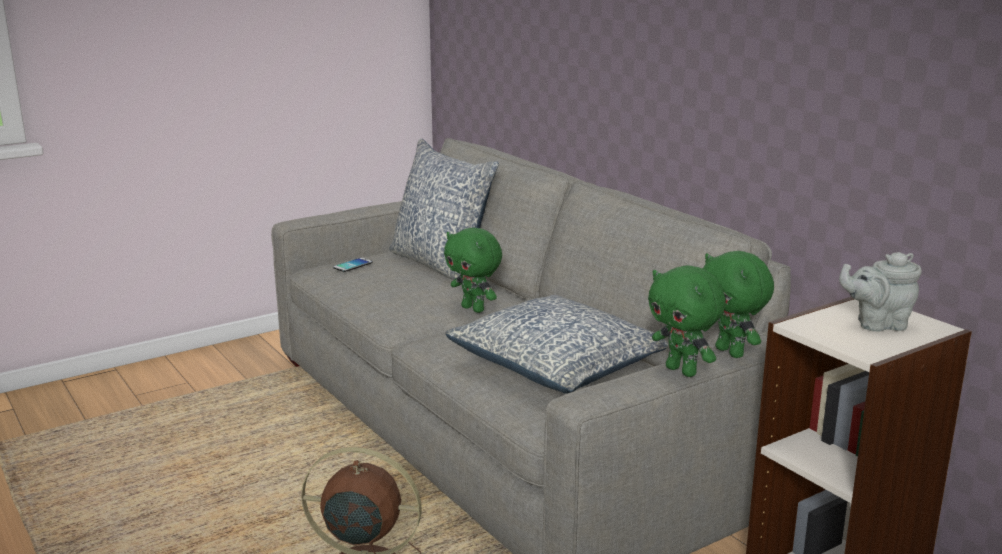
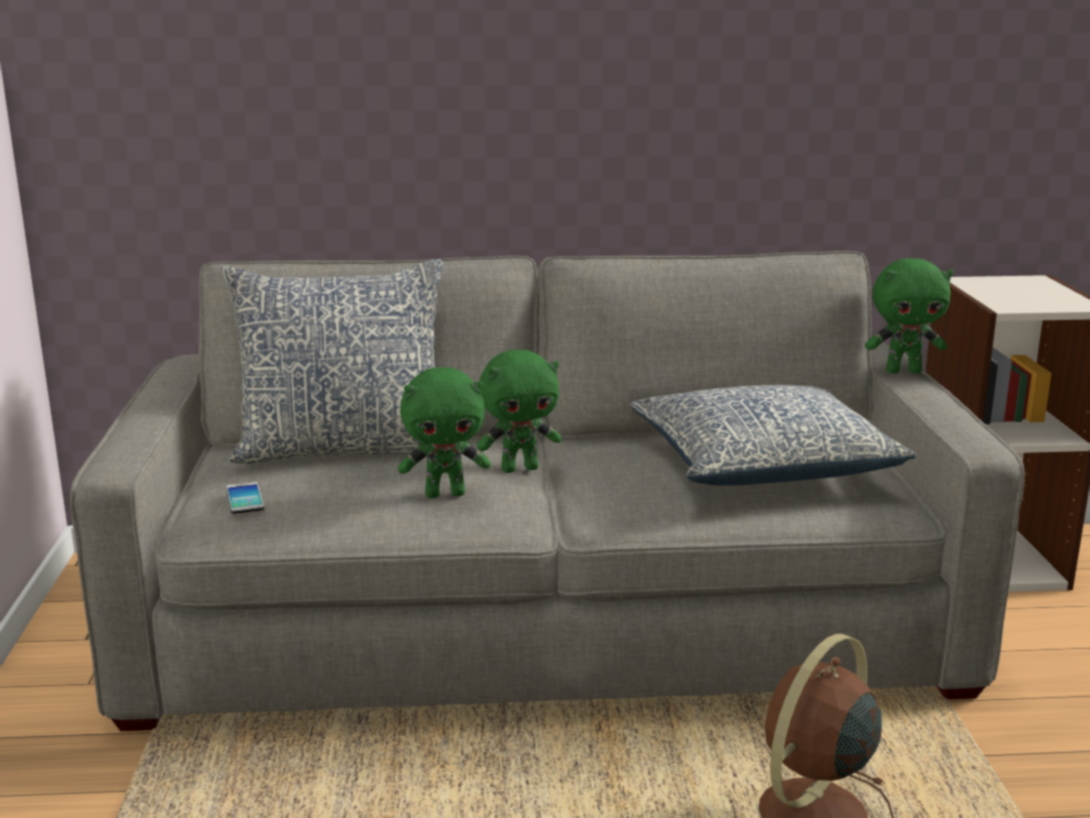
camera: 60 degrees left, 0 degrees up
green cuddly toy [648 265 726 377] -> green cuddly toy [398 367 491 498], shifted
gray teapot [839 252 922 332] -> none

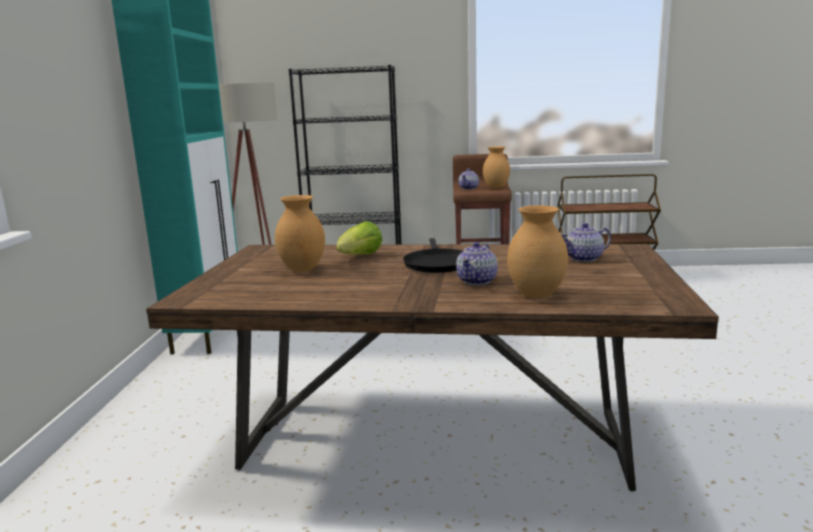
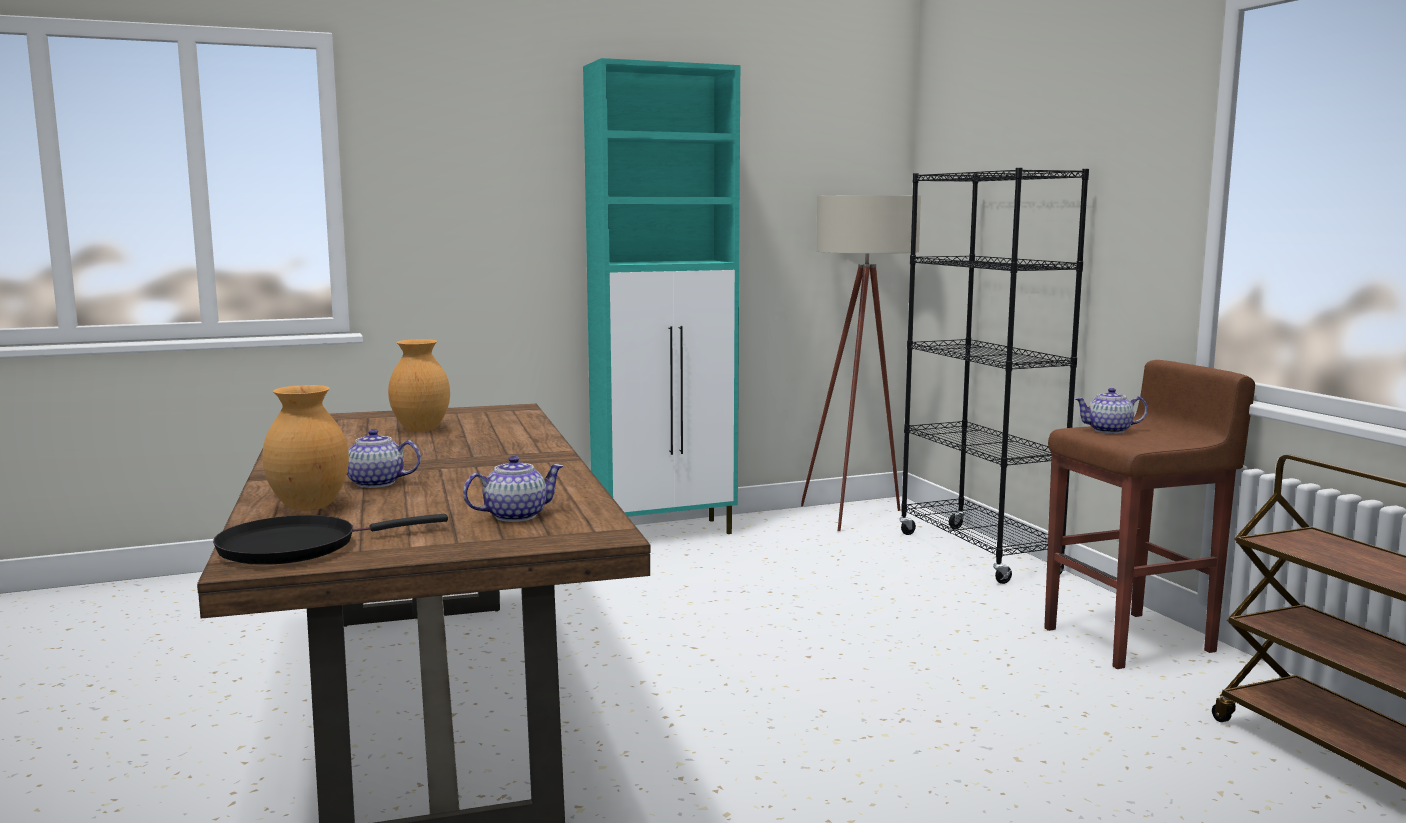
camera: 65 degrees right, 5 degrees down
head of lettuce [336 221 382 255] -> none
black frying pan [403 238 463 273] -> black frying pan [213 514 448 565], shifted
brown-coloured flower vase [483 146 510 189] -> none
teapot [561 223 611 262] -> teapot [463 456 563 522], 105 degrees clockwise

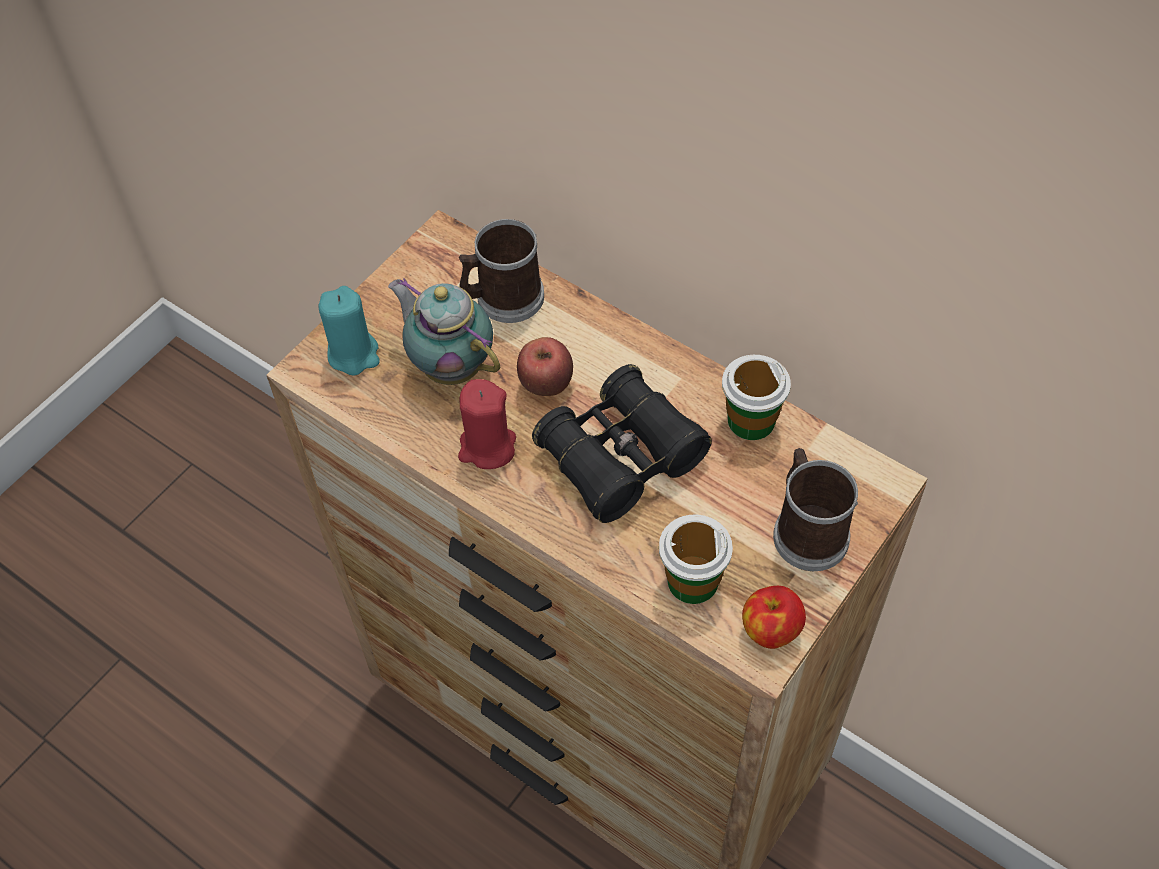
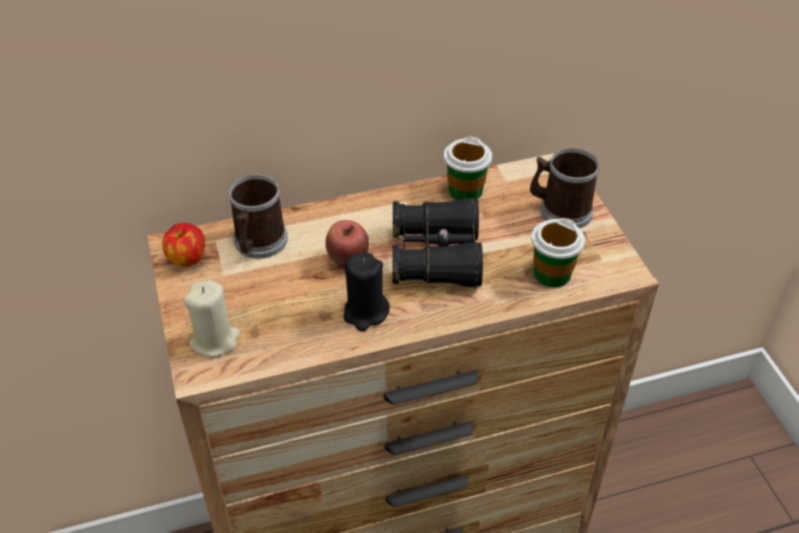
camera: 55 degrees left, 10 degrees down
blue-green candle [318 286 380 376] -> beige candle [184 280 240 357]
teapot [388 278 500 385] -> none
red-coloured candle [458 379 516 469] -> black candle [344 253 390 331]
whole apple [742 586 806 649] -> whole apple [162 223 205 267], shifted

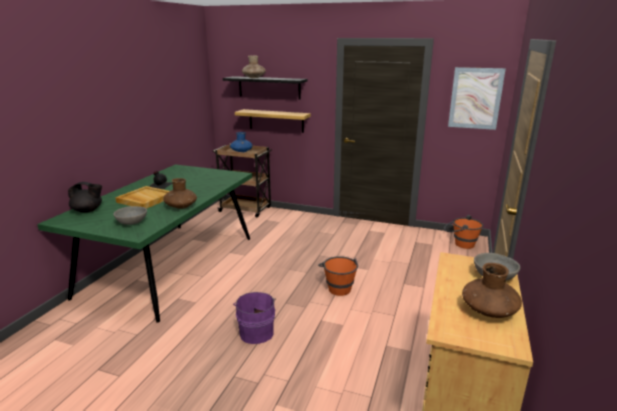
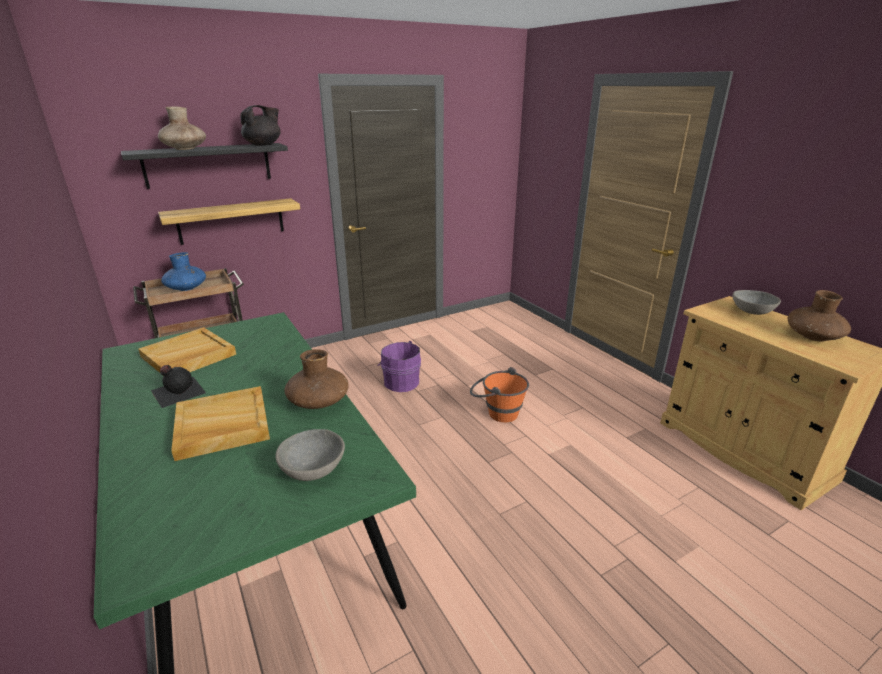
camera: 50 degrees left, 5 degrees up
black teapot [68 182 102 213] -> black teapot [240 105 281 146], shifted
purplish pail [233 292 276 344] -> purplish pail [377 341 421 392], shifted
orange-coloured pail [444 215 484 249] -> none
picture [448 67 506 130] -> none
none -> beige carrying tray [138 327 236 376]

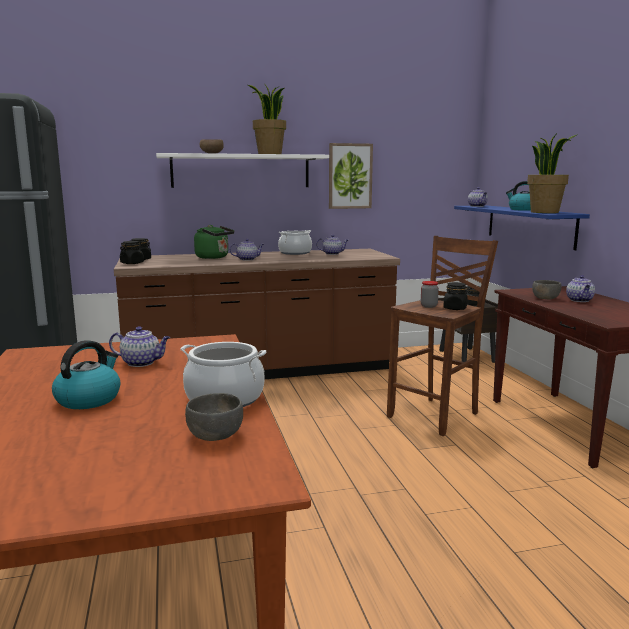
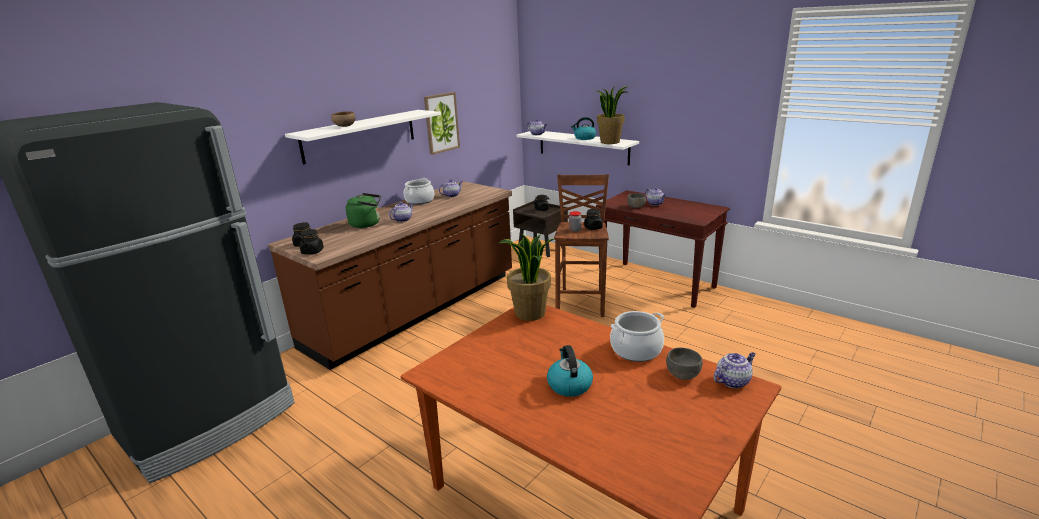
camera: 35 degrees left, 10 degrees up
teapot [109 326 170 367] -> teapot [714 352 756 388], shifted
houseplant [248 85 286 154] -> houseplant [499 234 554 321], shifted
blue-coloured bracket shelf [454 205 590 250] -> white bracket shelf [516 131 639 166]

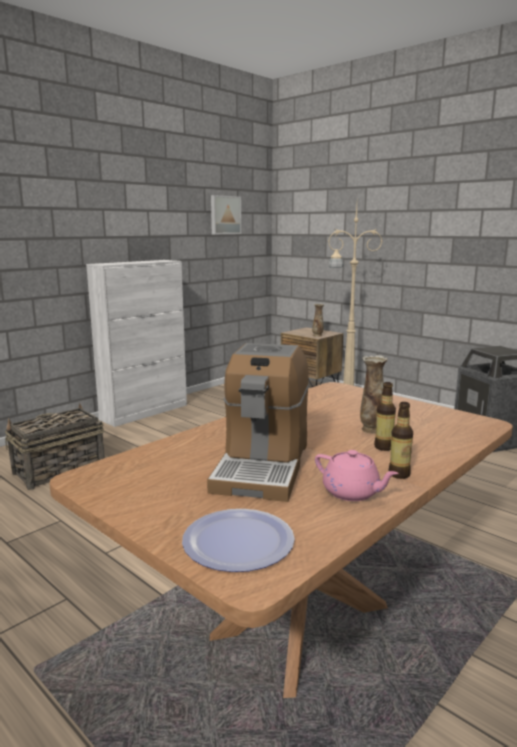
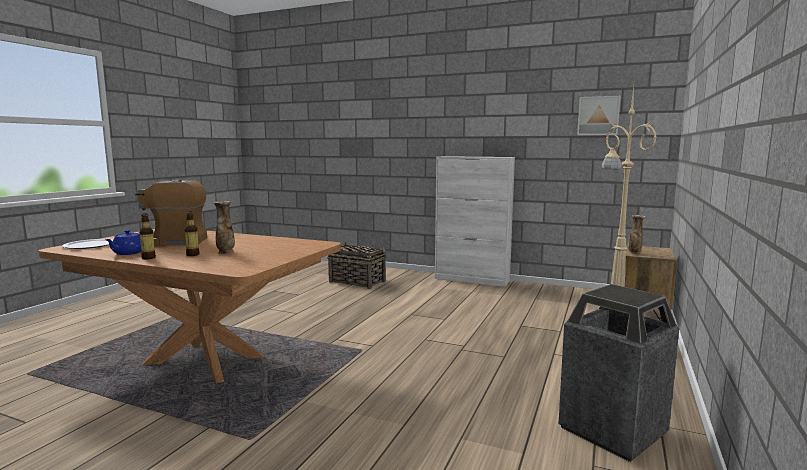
camera: 70 degrees right, 5 degrees down
pinkish teapot [315 450 399 501] -> blue-coloured teapot [105 230 142 255]

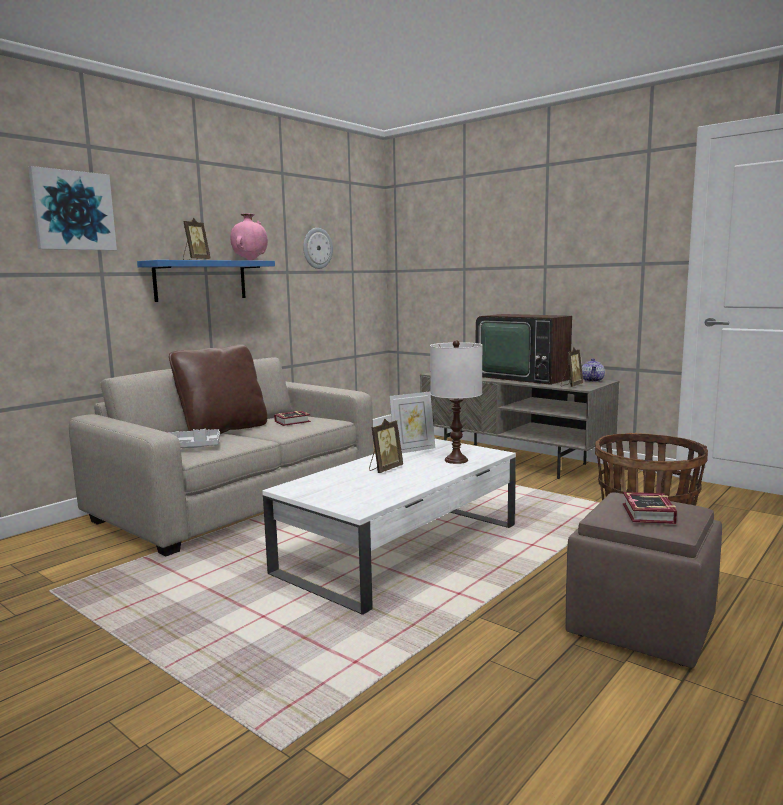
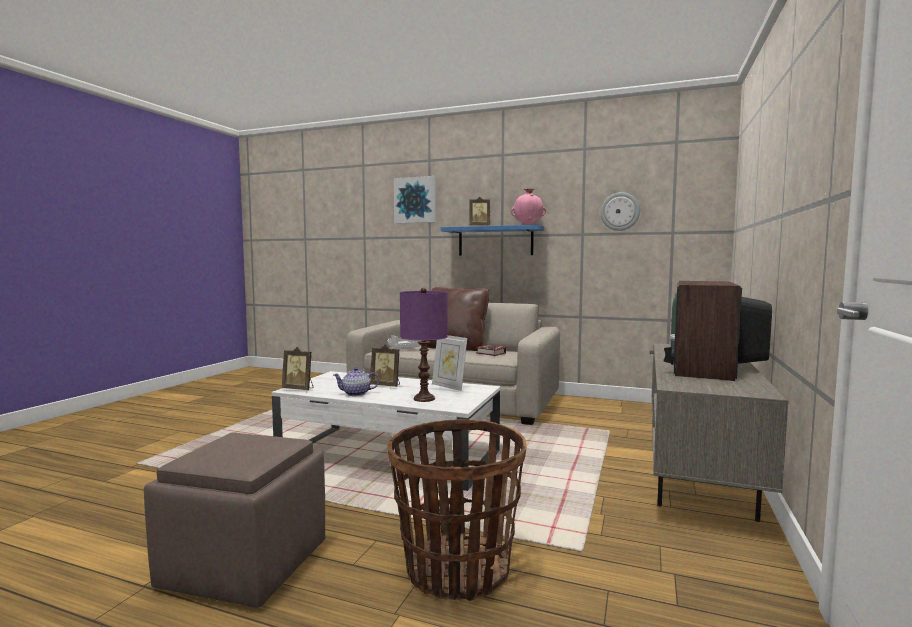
camera: 70 degrees right, 5 degrees down
white lamp for a table [430 340 482 464] -> purplish lamp for a table [400 288 448 402]
photo frame [561 347 583 387] -> photo frame [282 347 313 390], shifted
teapot [582 358 605 382] -> teapot [333 367 379 396], shifted
volume [623 492 677 524] -> none

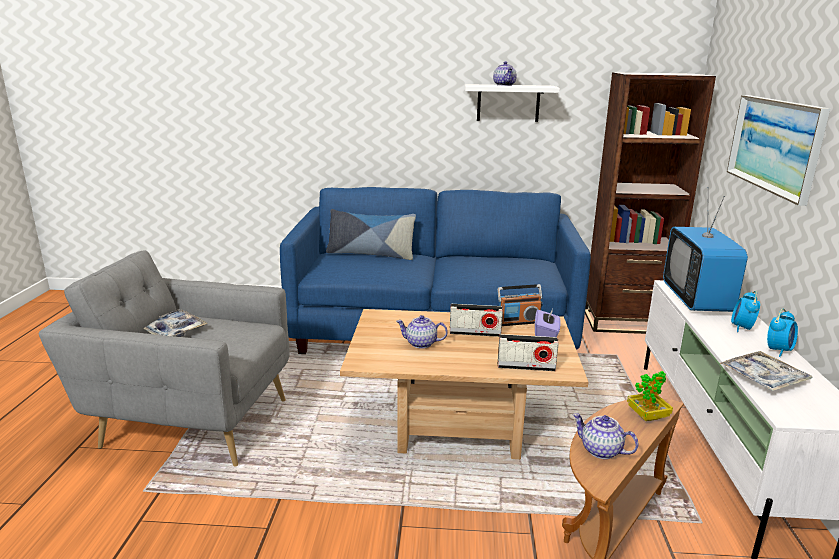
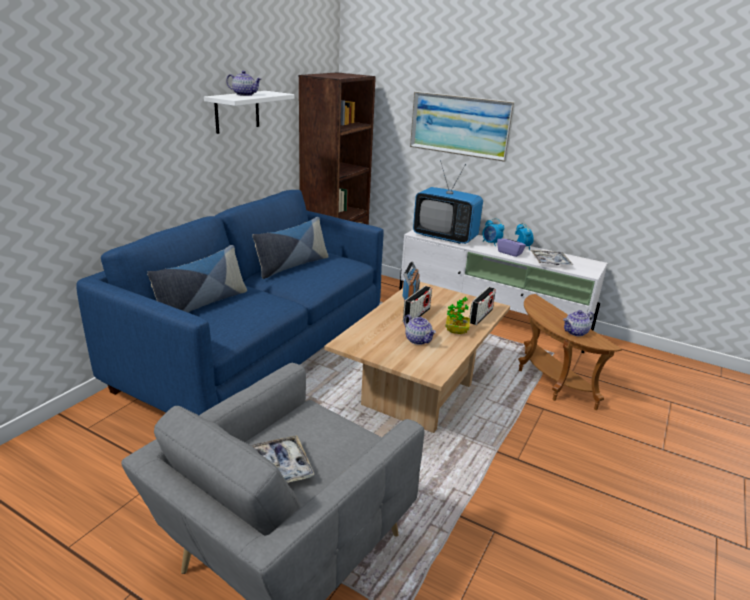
camera: 65 degrees left, 5 degrees up
teapot [396 315 448 349] -> teapot [404 314 436 345], 75 degrees counterclockwise
purplish box of tissues [535 309 561 337] -> purplish box of tissues [497 233 526 257], shifted
houseplant [627 371 673 421] -> houseplant [446 297 470 334], shifted
none -> throw pillow [252 217 329 279]

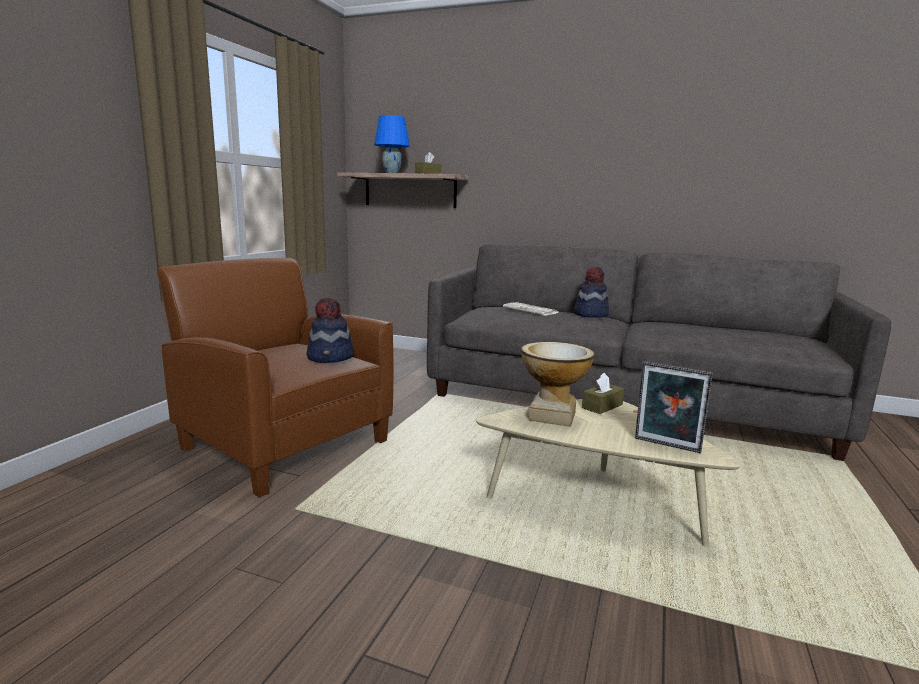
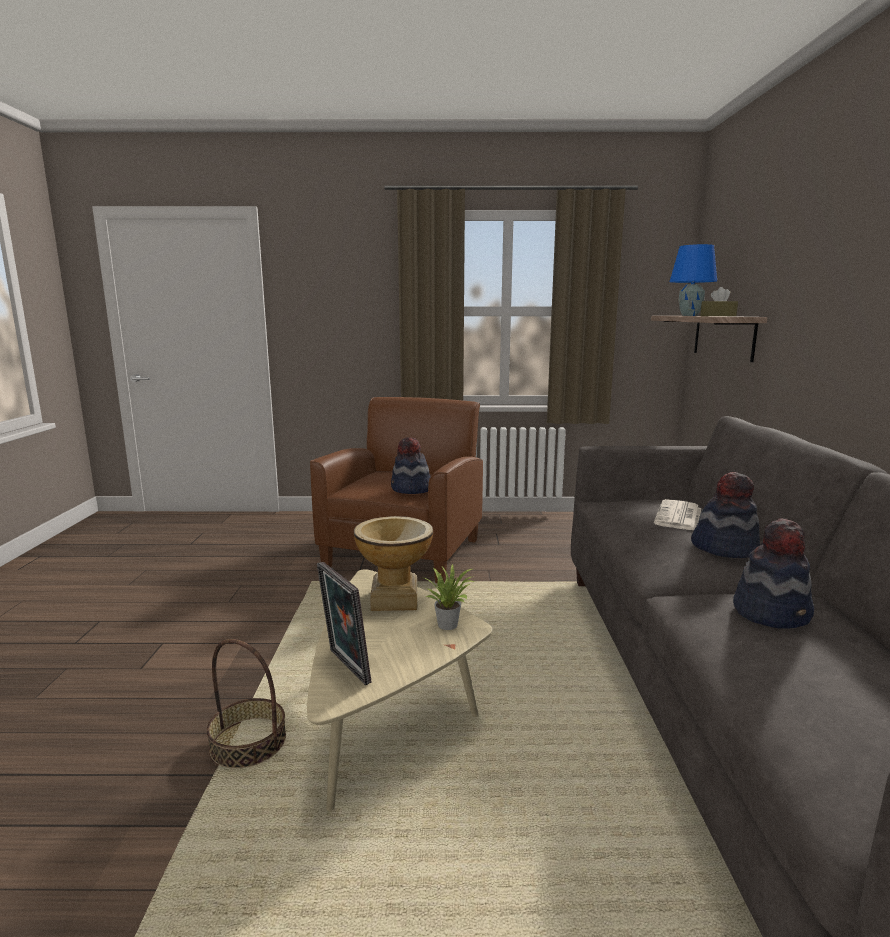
camera: 70 degrees right, 0 degrees up
brown-coloured box of tissues [582 373 624 414] -> houseplant [421 564 475 630]
photo frame [635 361 713 453] -> photo frame [317 562 371 685], 45 degrees counterclockwise
none -> storage basket [207 639 286 768]
none -> wearable hat [733 518 814 629]

